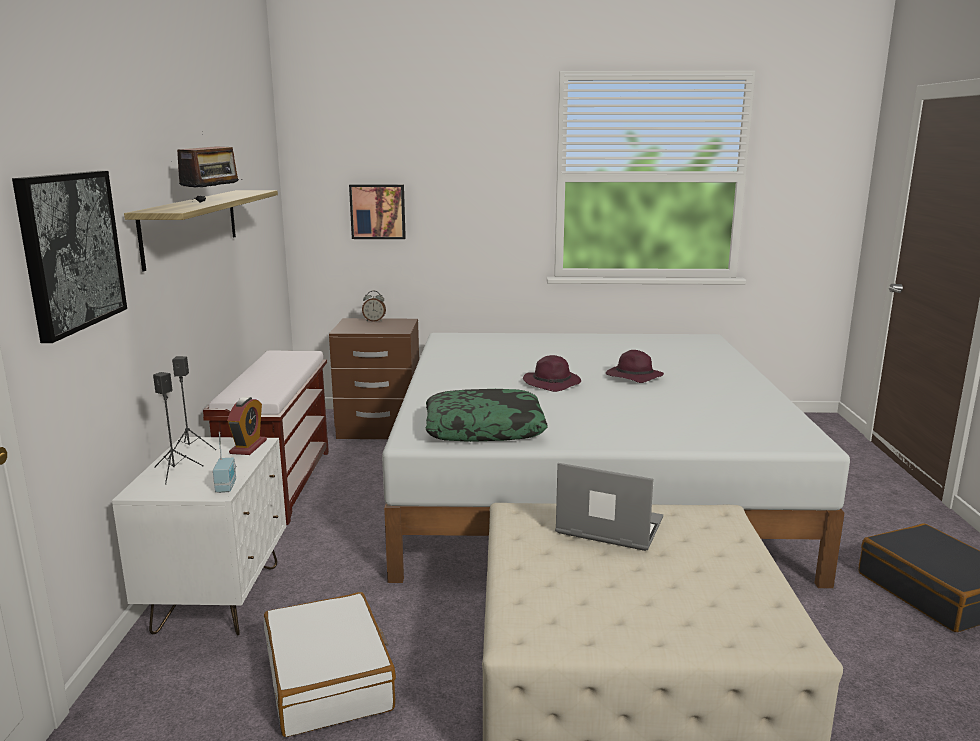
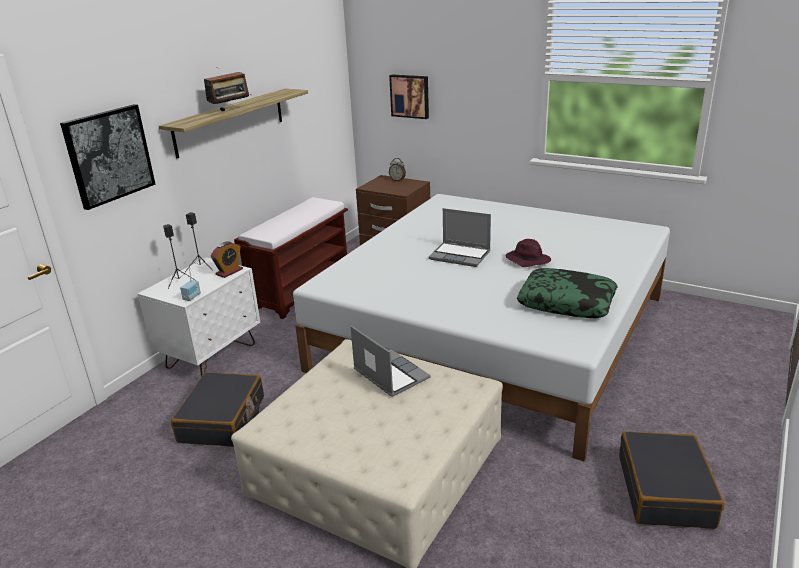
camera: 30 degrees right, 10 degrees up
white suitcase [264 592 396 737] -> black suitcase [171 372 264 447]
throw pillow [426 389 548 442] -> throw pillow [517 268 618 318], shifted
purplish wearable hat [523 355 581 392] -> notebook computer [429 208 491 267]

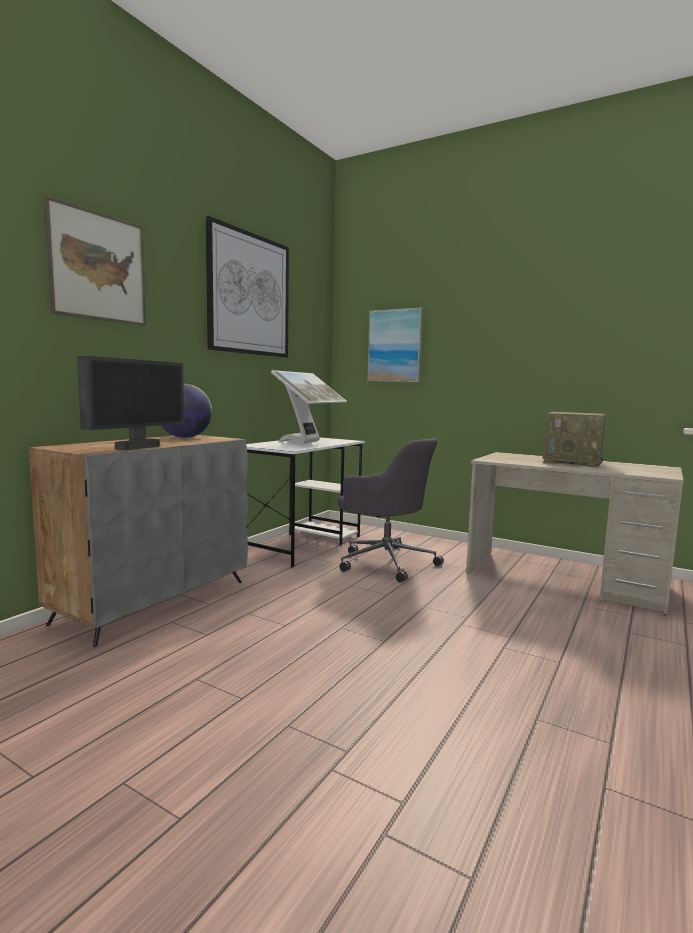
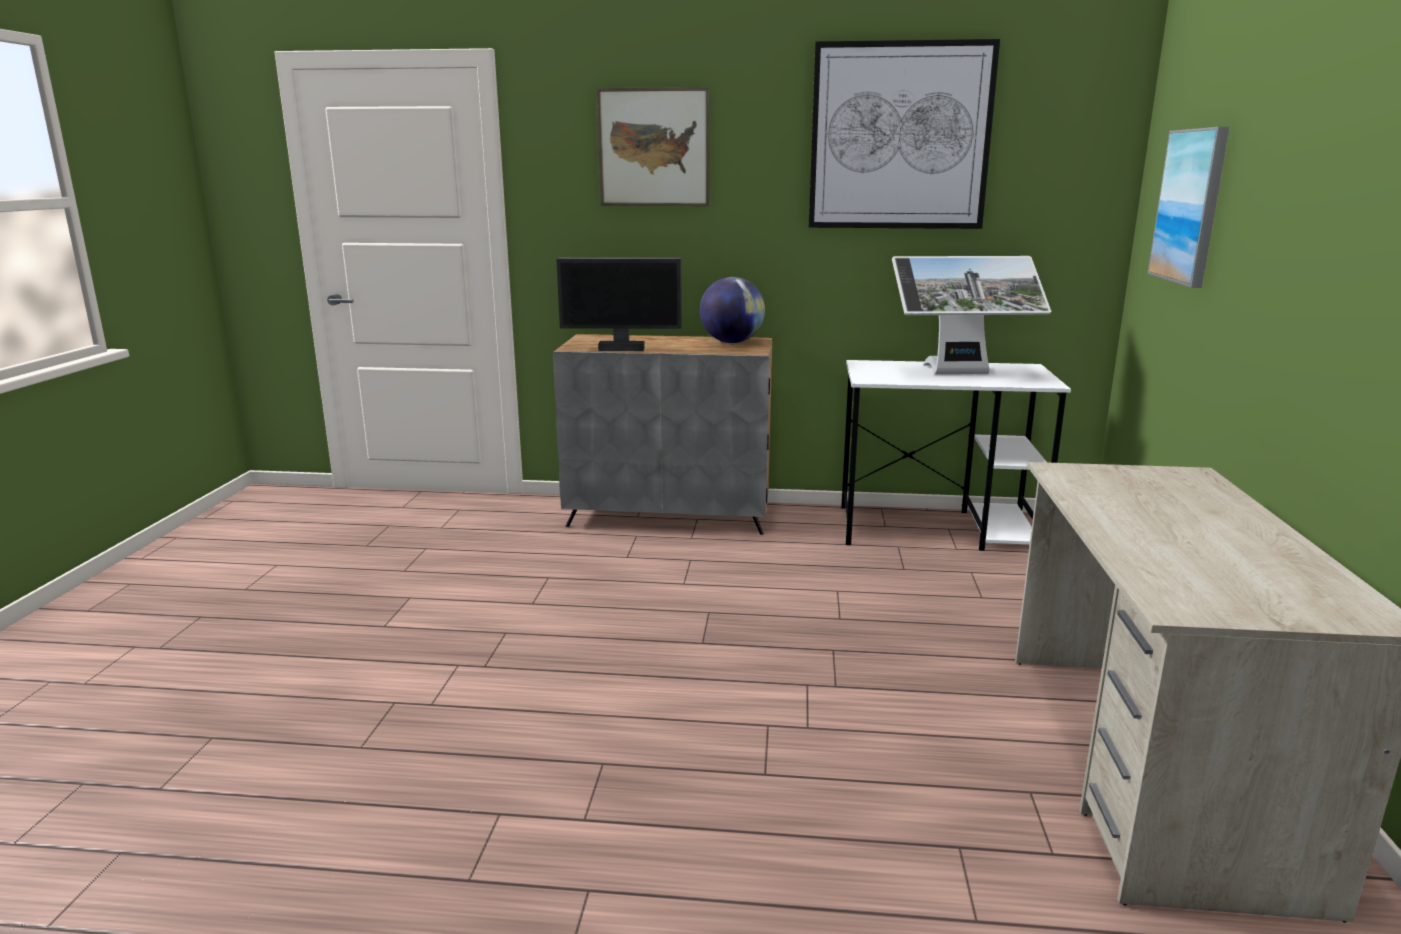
camera: 65 degrees right, 10 degrees up
gray desk chair [338 438 444 582] -> none
radio receiver [543 412 606 468] -> none

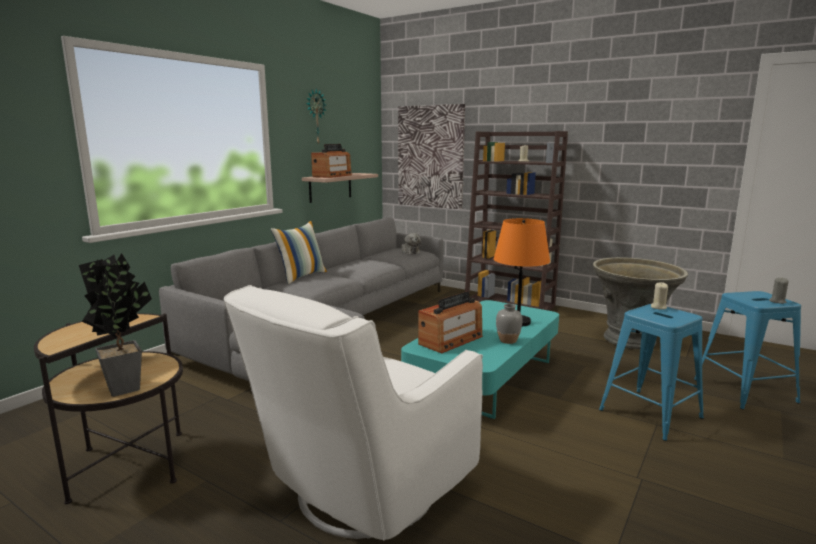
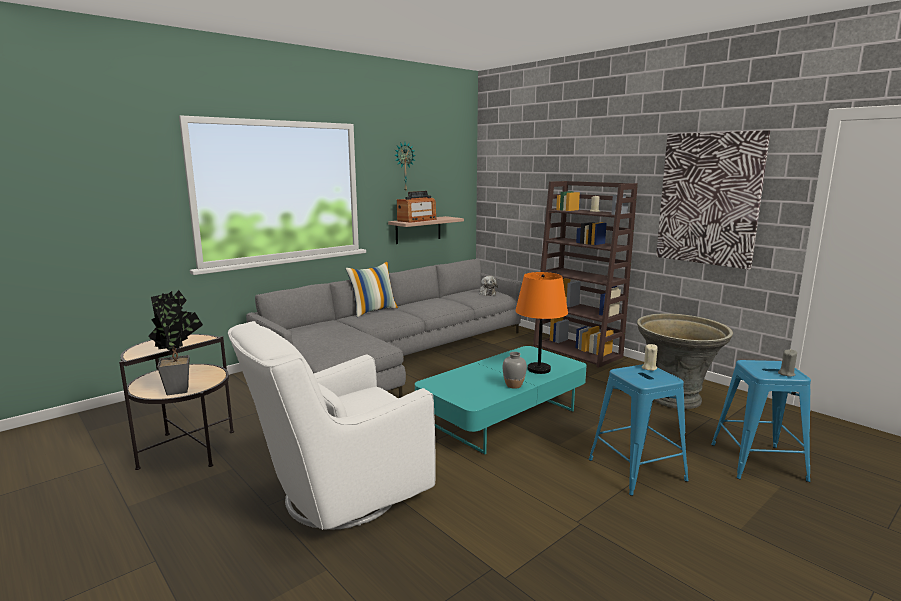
camera: 15 degrees right, 0 degrees up
picture [398 104 465 209] -> picture [656 130 770 270], shifted
radio receiver [418 291 483 353] -> none

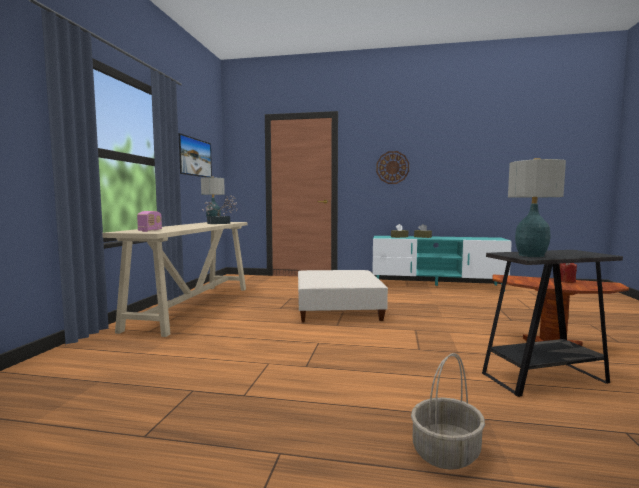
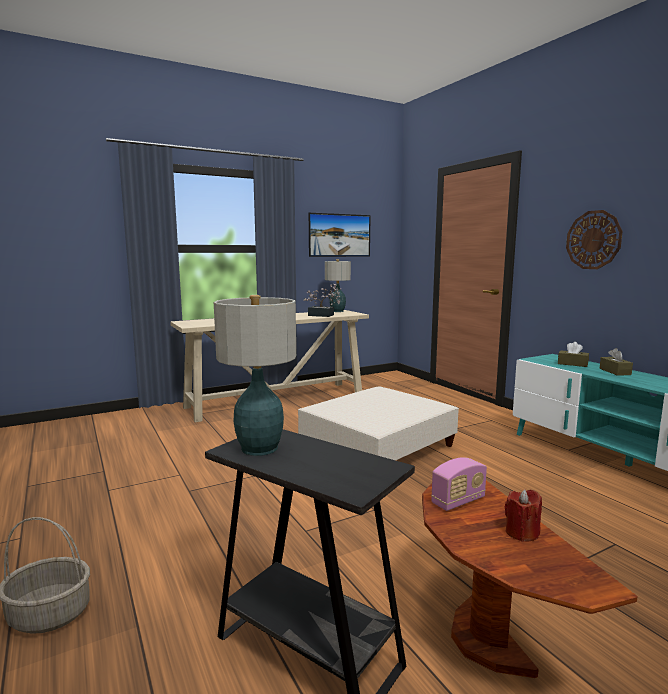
camera: 50 degrees right, 5 degrees up
radio receiver [137 211 162 232] -> radio receiver [431 457 487 511], shifted

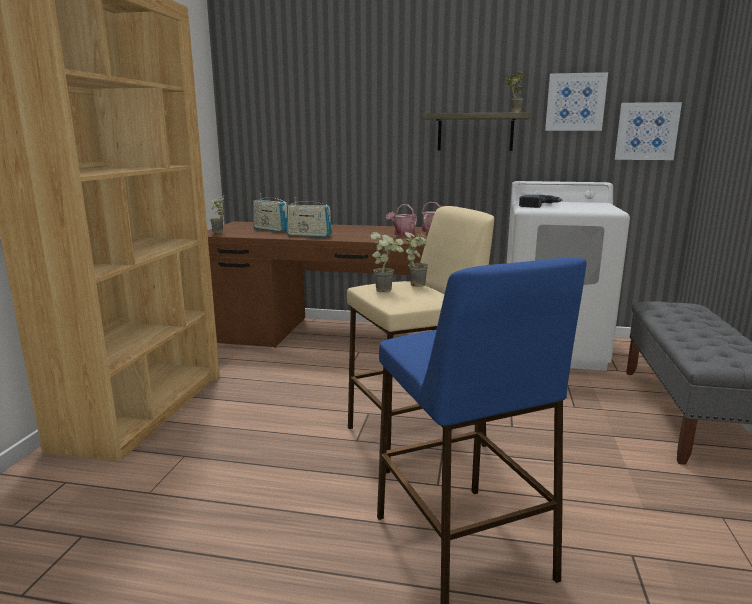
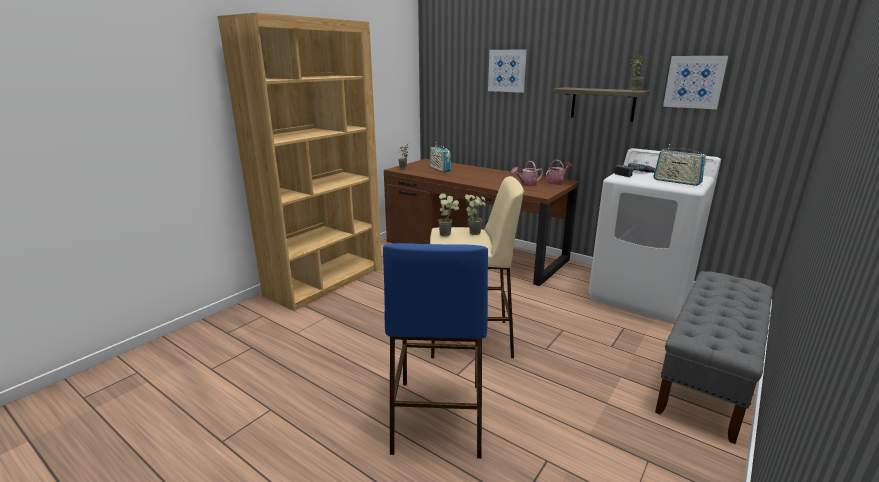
camera: 25 degrees right, 5 degrees up
radio receiver [286 197 332 237] -> radio receiver [653 144 706 186], shifted
picture [615 102 682 160] -> picture [488 49 527 93], shifted

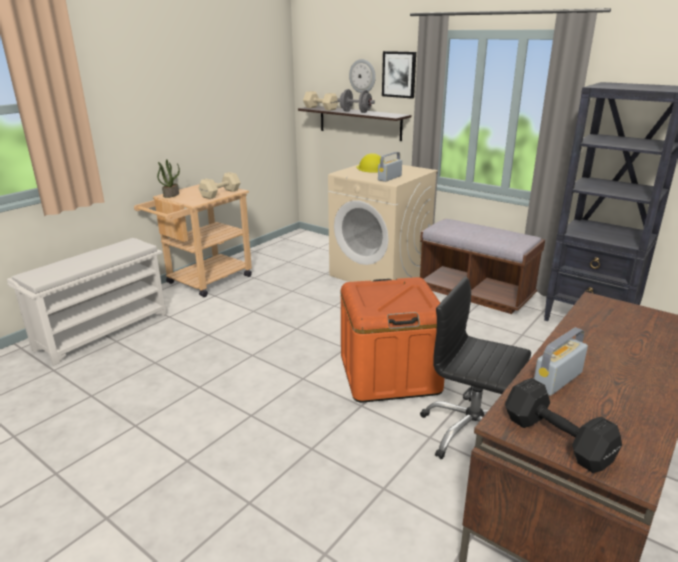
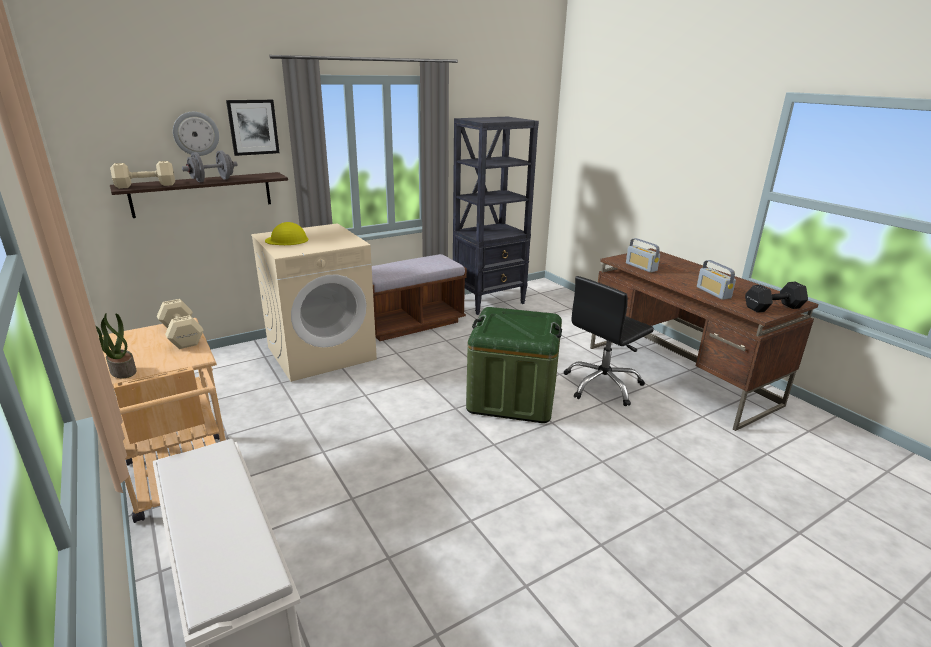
camera: 70 degrees left, 0 degrees up
orange-coloured storage bin [341 277 445 403] -> green storage bin [466 307 562 423]
radio receiver [378 152 402 182] -> radio receiver [626 238 660 273], shifted

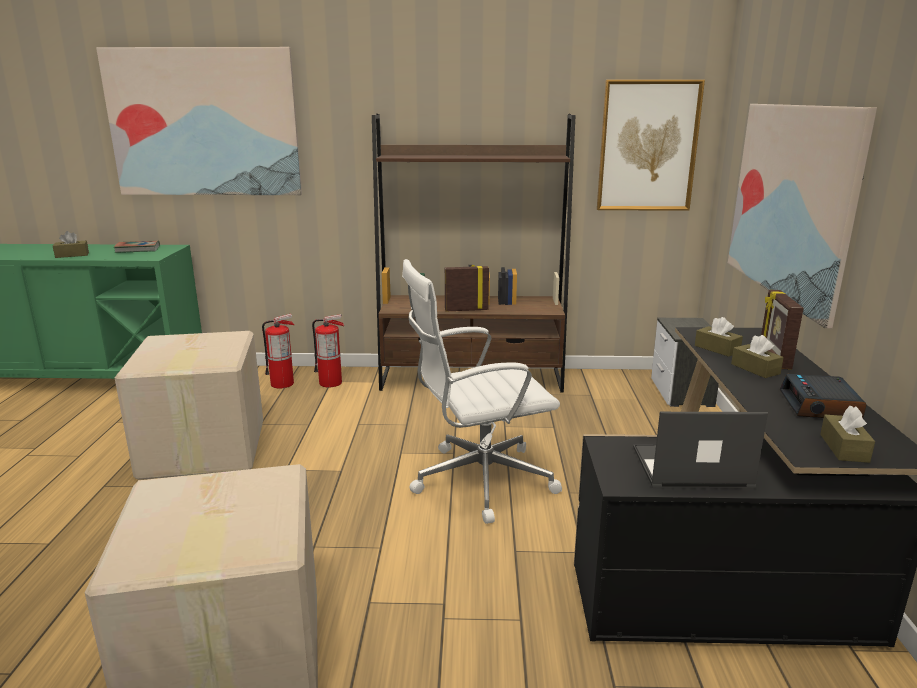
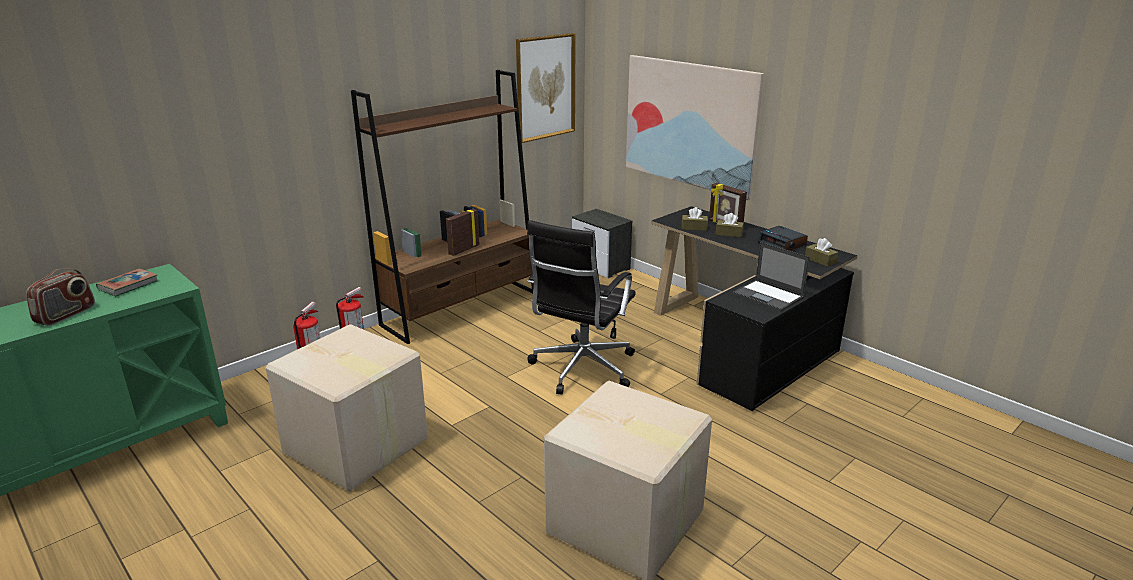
camera: 45 degrees left, 5 degrees up
brown-coloured box of tissues [53 231 89 258] -> radio receiver [26 268 95 326]
picture [96 47 302 195] -> none
white desk chair [402 259 562 524] -> black desk chair [527 220 635 394]
notebook computer [633 412 768 489] -> notebook computer [733 242 810 312], 90 degrees counterclockwise

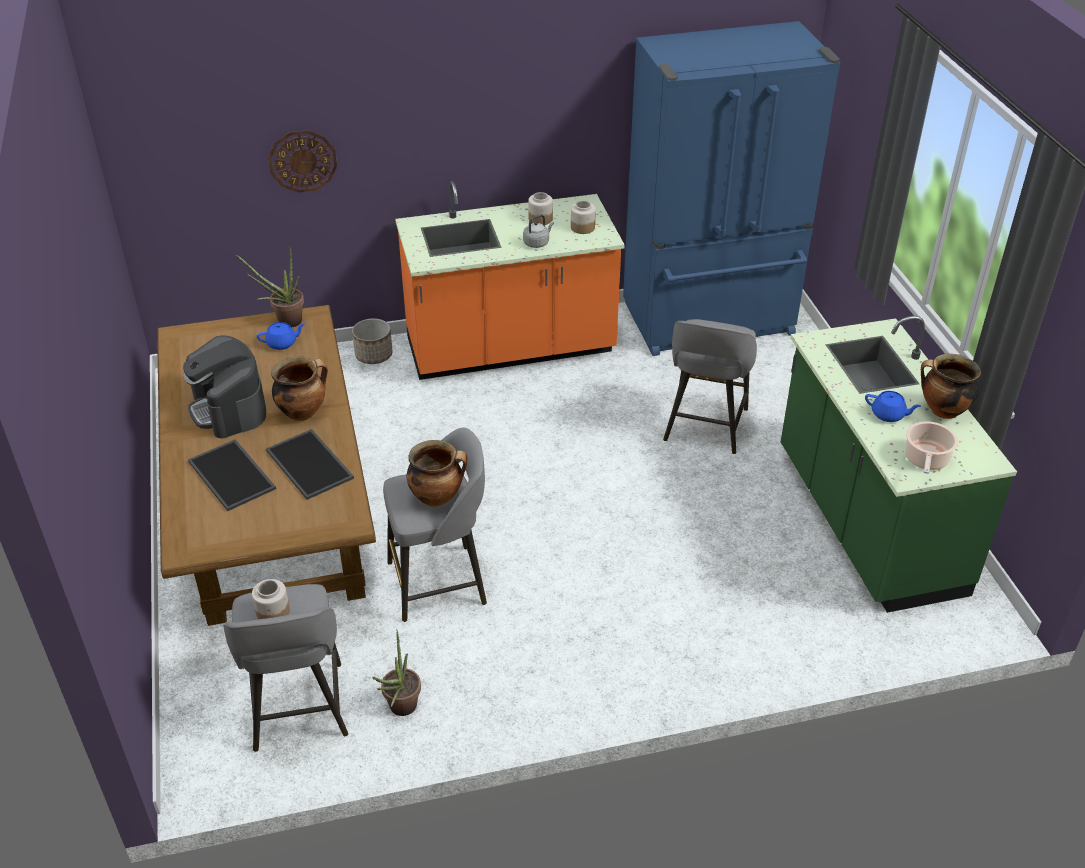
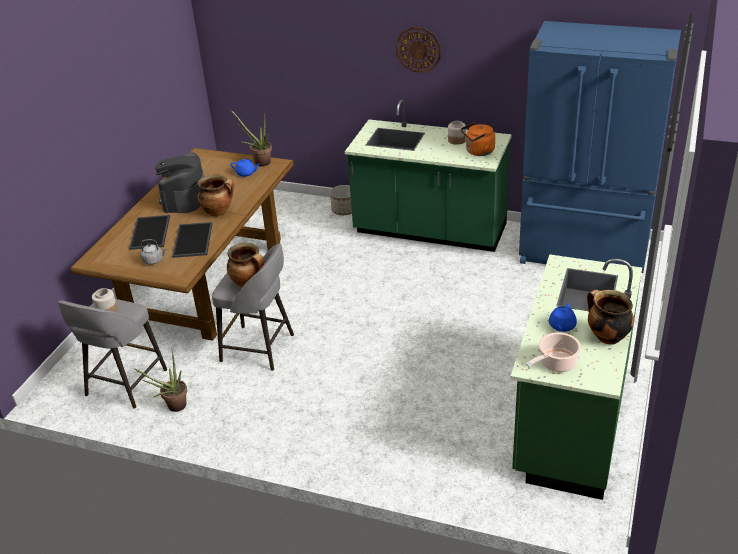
camera: 35 degrees right, 5 degrees down
hanging clock [268 130 337 193] -> hanging clock [396 27 441 73], shifted
orange-coloured kitchen base unit [395 181 625 380] -> green kitchen base unit [345 100 512 252]
gray kettle [523 214 554 248] -> gray kettle [140 239 167 265], shifted
storage jar [571 201 596 234] -> orange-coloured kettle [461 122 495 156]
gray stool seat [663 319 757 454] -> none
blue-coloured teapot [865 391 921 422] -> blue-coloured teapot [549 303 577 332], 60 degrees clockwise

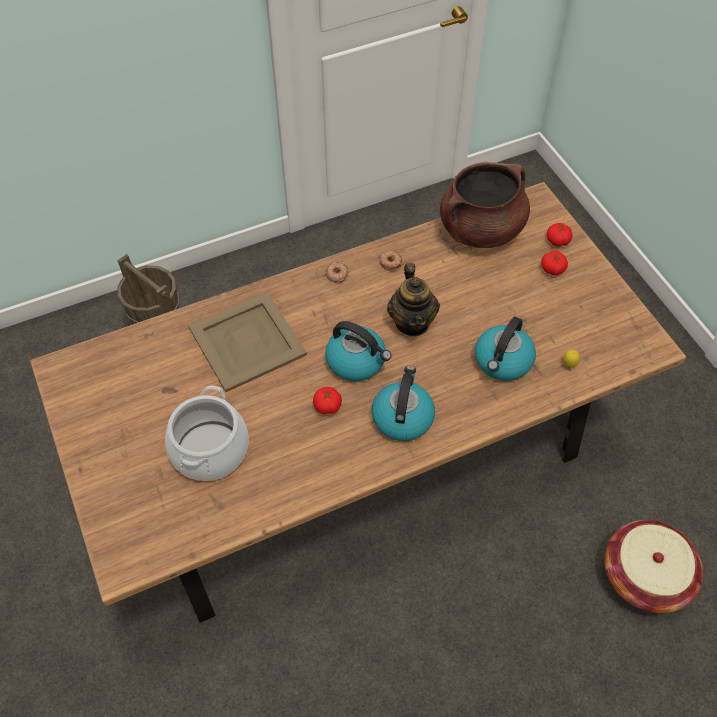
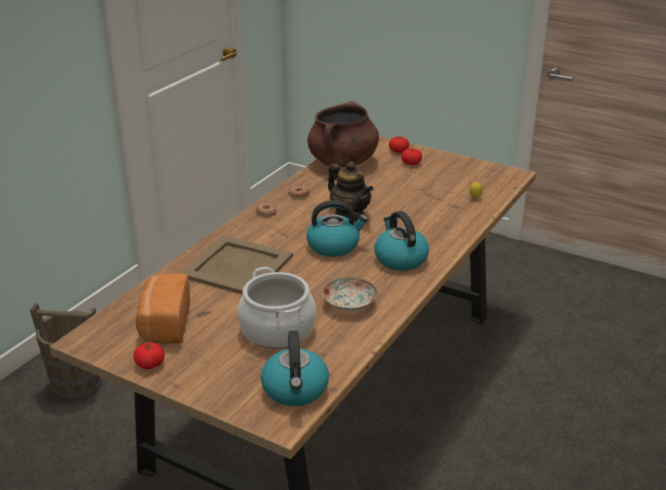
camera: 35 degrees left, 25 degrees down
tomato [313 387 342 414] -> tomato [133 342 165 369], shifted
kettle [475 317 536 381] -> kettle [261 331 329 406], shifted
storage basket [604 520 703 613] -> none
none -> baked bread [136 273 190 344]
none -> flat dish [322 277 377 312]

